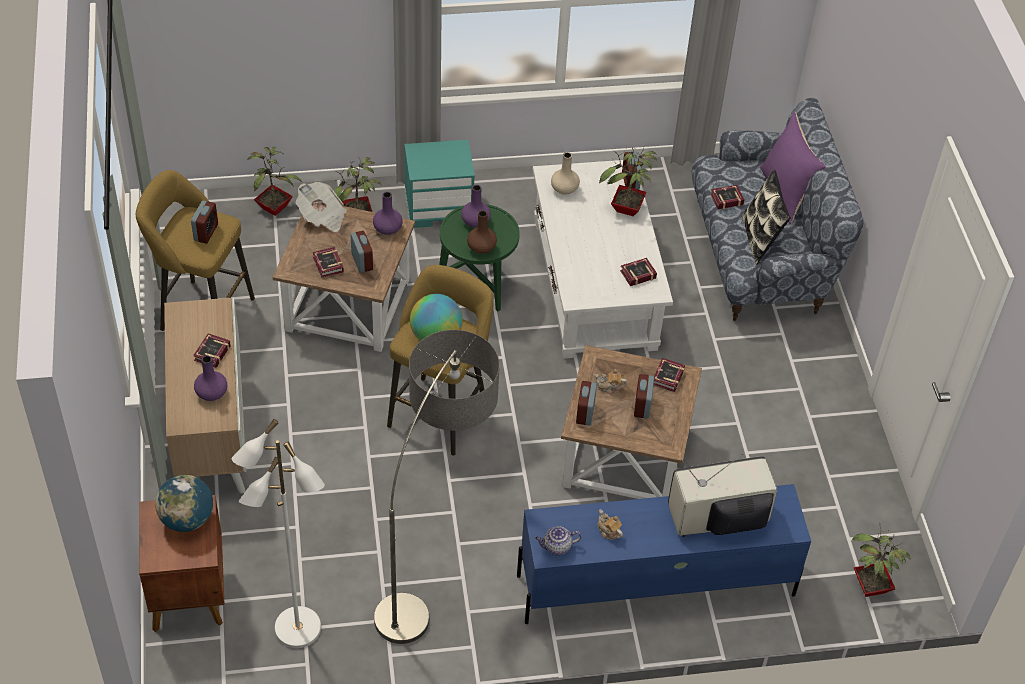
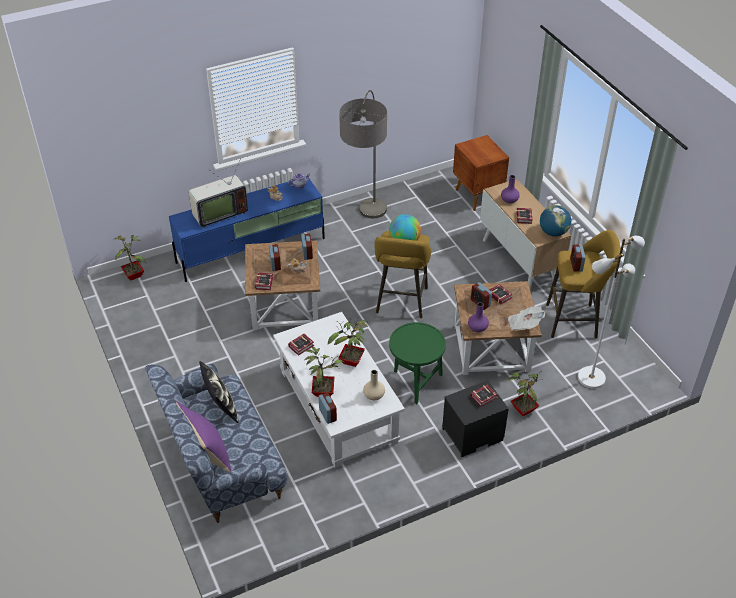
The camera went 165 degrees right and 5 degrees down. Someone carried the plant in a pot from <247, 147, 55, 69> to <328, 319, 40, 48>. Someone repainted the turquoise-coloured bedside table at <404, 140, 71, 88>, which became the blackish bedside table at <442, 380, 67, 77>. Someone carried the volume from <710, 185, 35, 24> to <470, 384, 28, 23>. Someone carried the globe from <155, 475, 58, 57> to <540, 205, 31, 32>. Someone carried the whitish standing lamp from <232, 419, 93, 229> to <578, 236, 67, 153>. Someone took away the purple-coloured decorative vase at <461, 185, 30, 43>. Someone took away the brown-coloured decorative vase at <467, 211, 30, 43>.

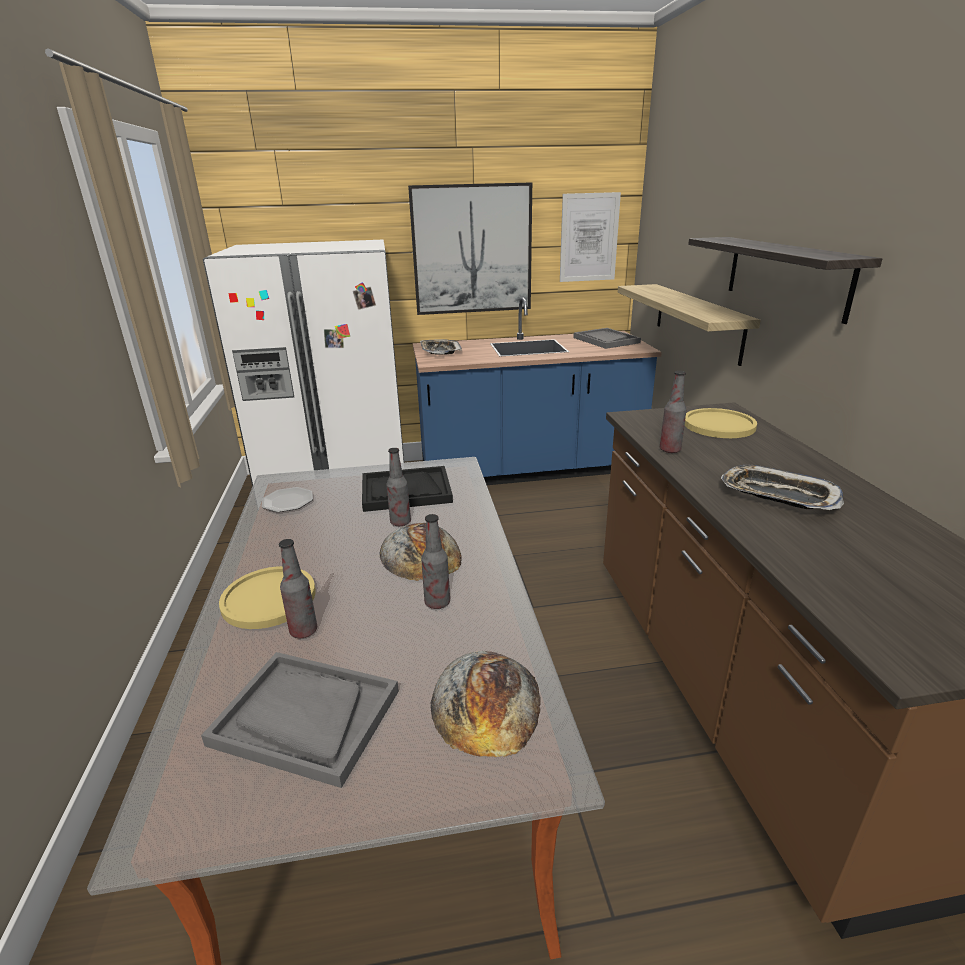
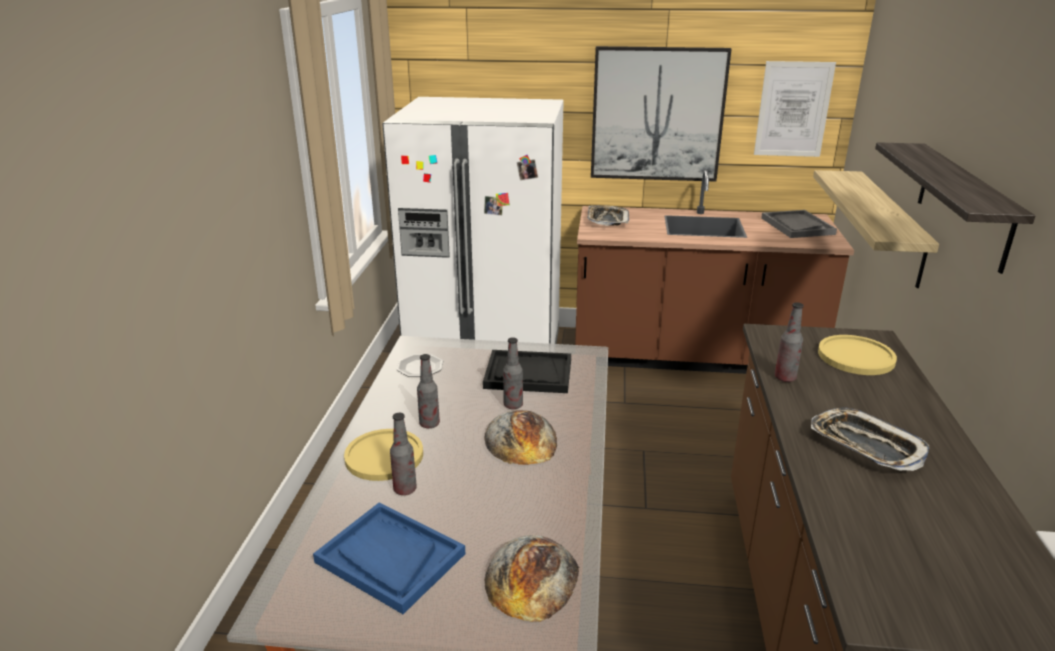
The camera went 15 degrees right and 0 degrees up. Someone repainted the grey serving tray at <201, 652, 198, 136>, which became the blue serving tray at <313, 503, 152, 111>. Someone carried the drink bottle from <421, 514, 29, 95> to <417, 354, 23, 74>. Someone repainted the blue kitchen counter at <413, 297, 249, 188>, which became the brown-coloured kitchen counter at <575, 170, 279, 204>.

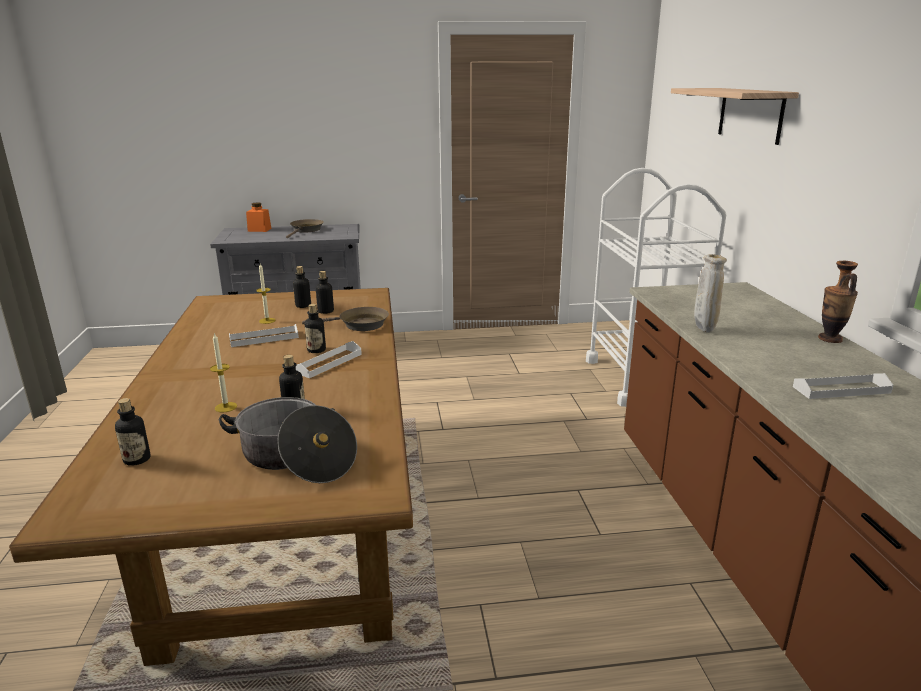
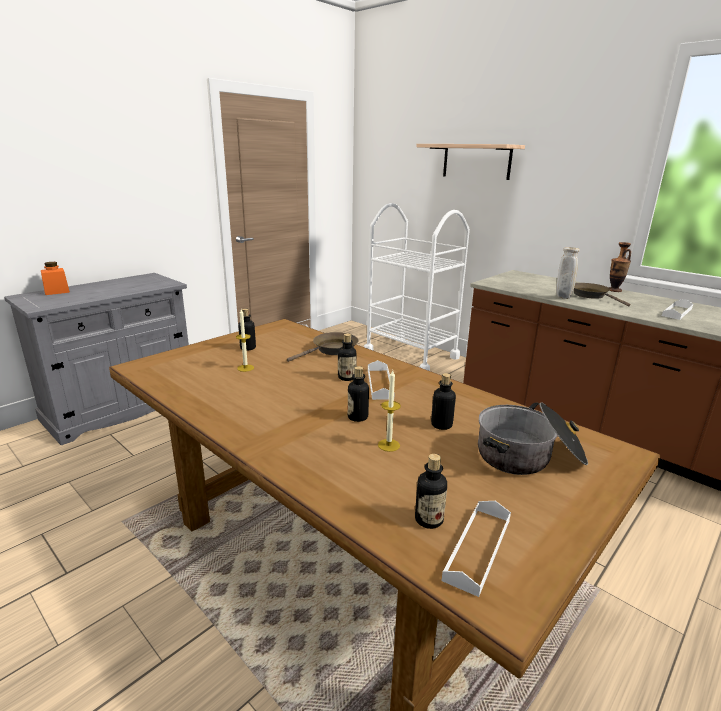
The camera went 40 degrees left and 0 degrees up. Someone carried the drink bottle from <316, 271, 18, 43> to <348, 366, 21, 56>. Someone carried the whitish serving tray from <229, 324, 70, 23> to <442, 501, 69, 96>. Someone carried the brown-coloured frying pan from <286, 219, 38, 19> to <574, 283, 56, 23>.

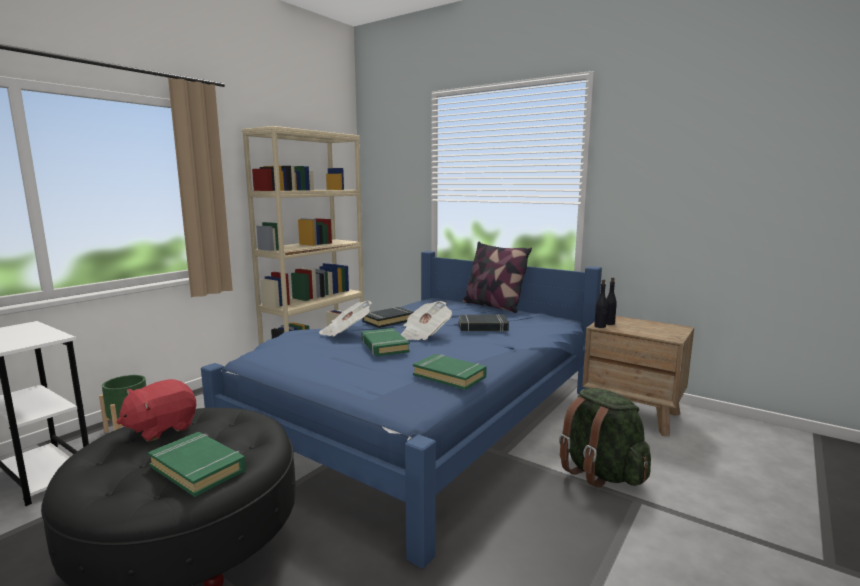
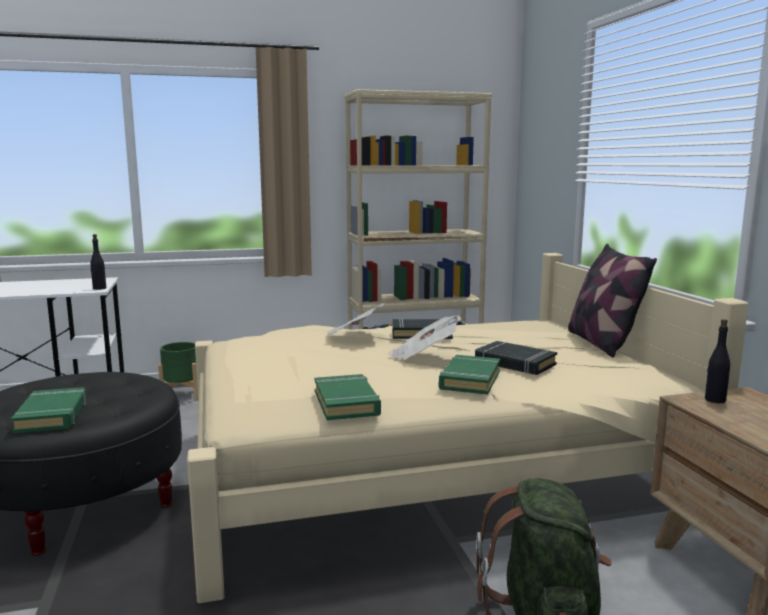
The camera went 40 degrees right and 0 degrees up. Someone carried the blackish drink bottle from <594, 280, 13, 48> to <91, 234, 15, 56>. Someone repainted the blue bedroom bed at <201, 251, 401, 318>, which became the beige bedroom bed at <187, 253, 561, 350>. Someone carried the green volume from <362, 328, 48, 28> to <439, 355, 61, 40>. Someone took away the red soft toy at <117, 379, 79, 63>.

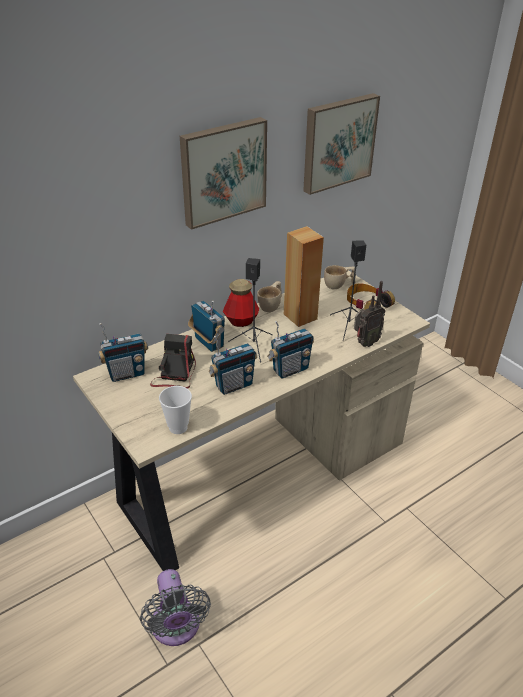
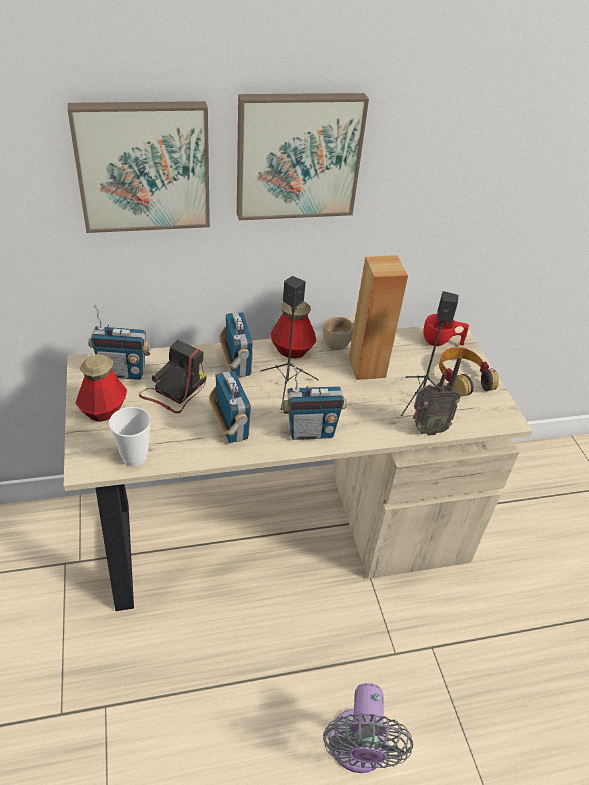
The camera went 20 degrees right and 5 degrees up. Someone carried the wall art from <303, 93, 77, 102> to <67, 101, 143, 132>. Someone put down the drink bottle at <75, 354, 52, 68>. Someone rotated the radio receiver at <209, 336, 48, 59> by 105 degrees counterclockwise. Someone carried the grey fan from <140, 569, 71, 77> to <323, 683, 90, 90>. Someone repainted the beige small cup at <324, 265, 32, 24>, which became the red small cup at <423, 314, 46, 32>.

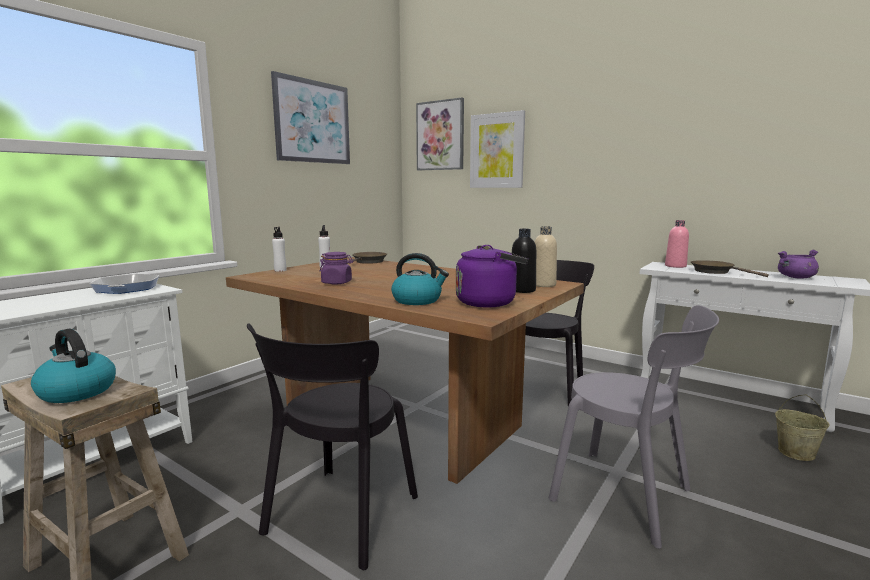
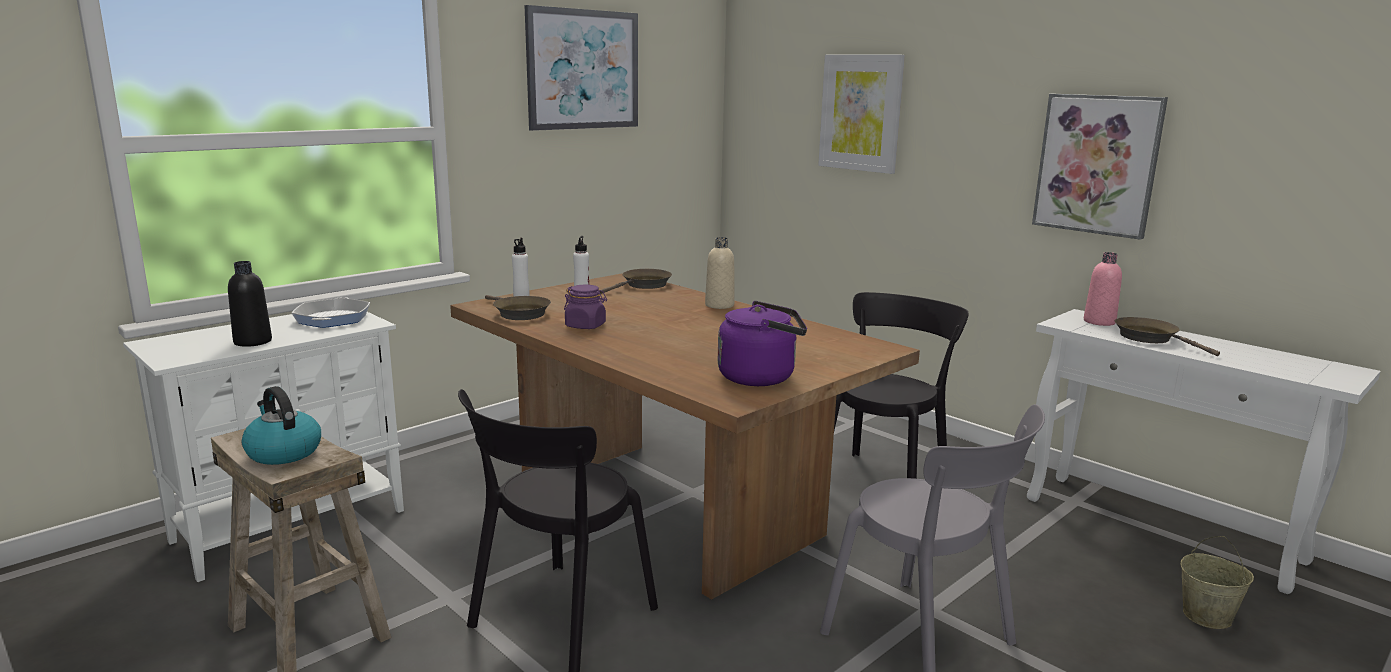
The camera went 10 degrees right and 5 degrees up. Someone carried the blackish drink bottle from <512, 229, 24, 64> to <228, 261, 44, 86>. Someone put down the brown-coloured frying pan at <485, 295, 66, 25>. Someone carried the beige drink bottle from <534, 226, 23, 61> to <705, 237, 30, 72>. Someone carried the wall art from <416, 97, 48, 73> to <1032, 94, 136, 146>. Someone took away the kettle at <391, 253, 58, 52>. Someone took away the purple-coloured cooking pot at <778, 249, 41, 30>.

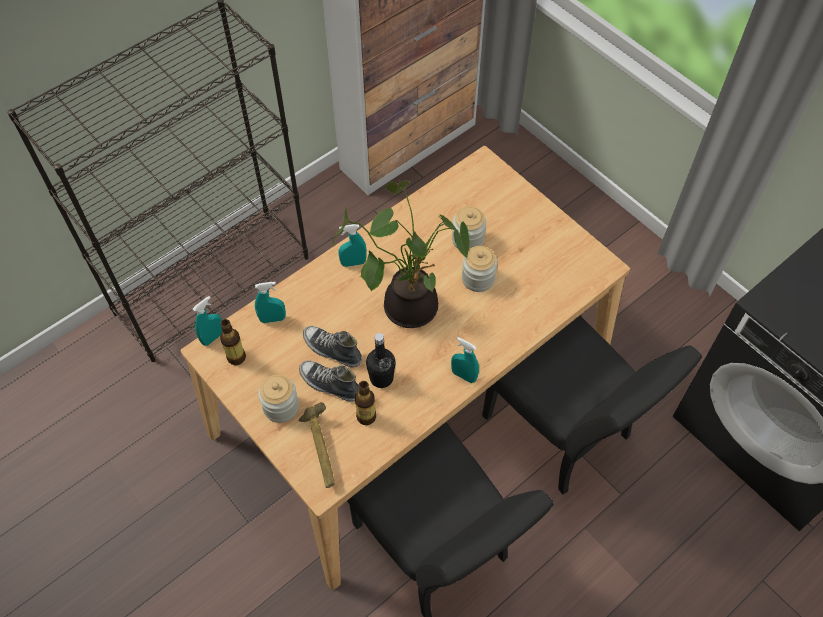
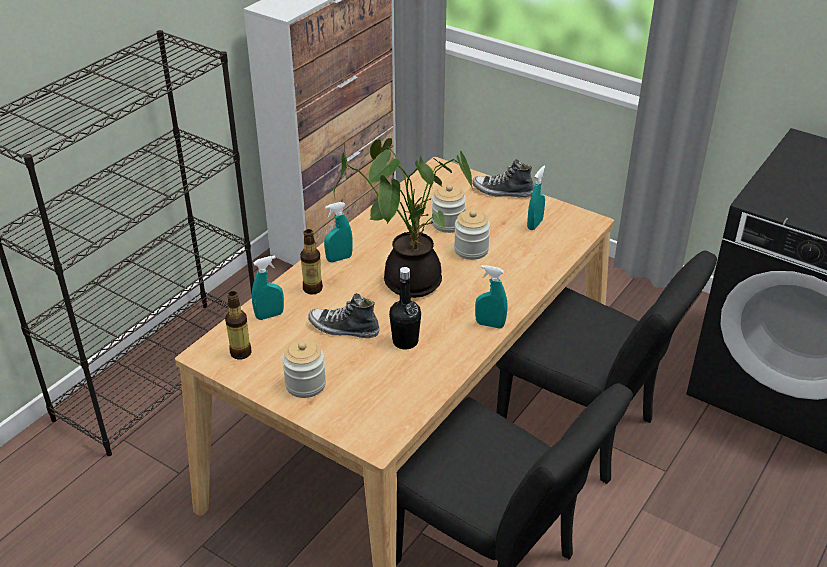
The camera went 15 degrees left and 20 degrees down. Someone carried the drink bottle from <355, 381, 21, 44> to <300, 229, 23, 66>. Someone carried the item of footwear from <299, 360, 60, 42> to <472, 159, 62, 39>. Someone carried the turquoise-coloured spray bottle from <193, 296, 29, 50> to <527, 166, 19, 64>. Someone took away the tool hammer at <298, 402, 37, 86>.

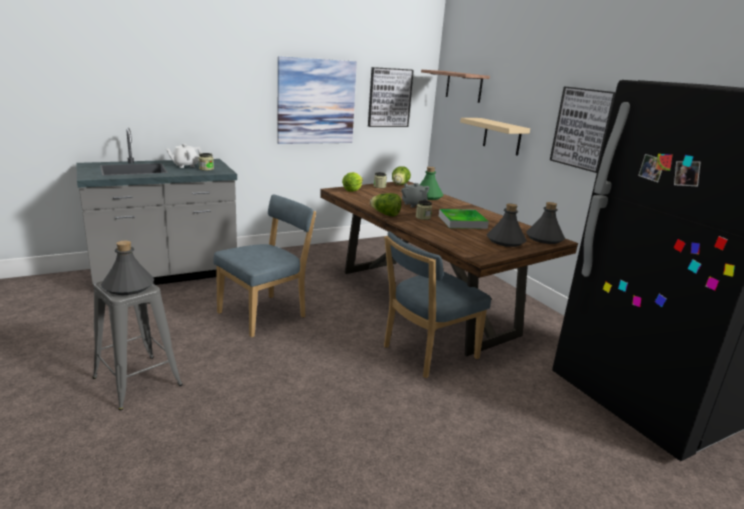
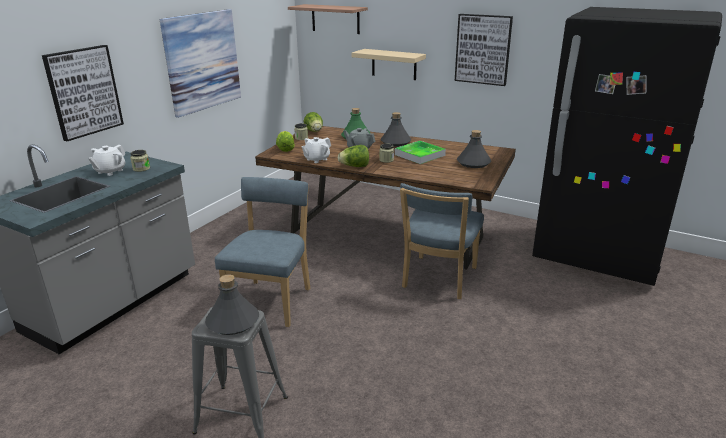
The camera went 30 degrees left and 5 degrees up. Someone carried the wall art from <368, 67, 46, 60> to <42, 45, 82, 96>. Someone put down the whitish pot for tea at <301, 137, 30, 26>. Someone carried the grey drink bottle from <526, 202, 39, 42> to <381, 112, 30, 35>.

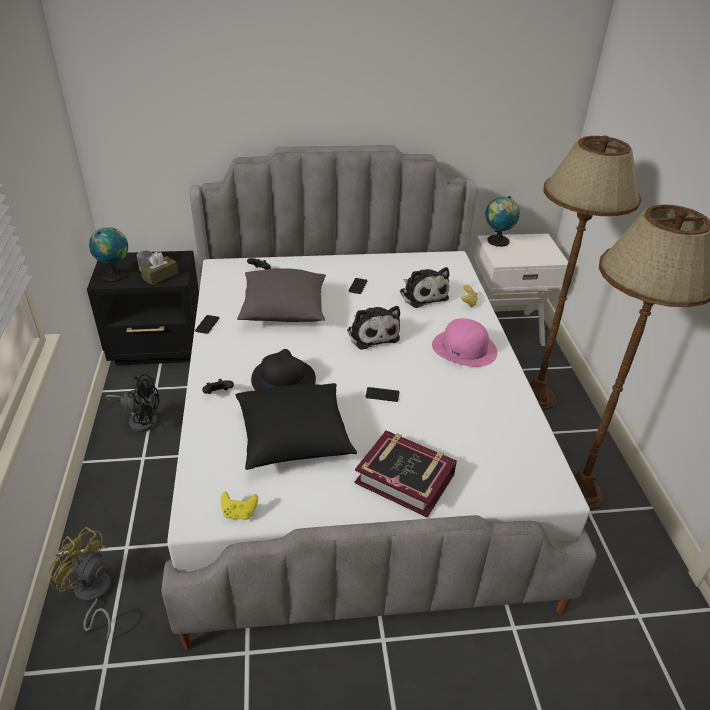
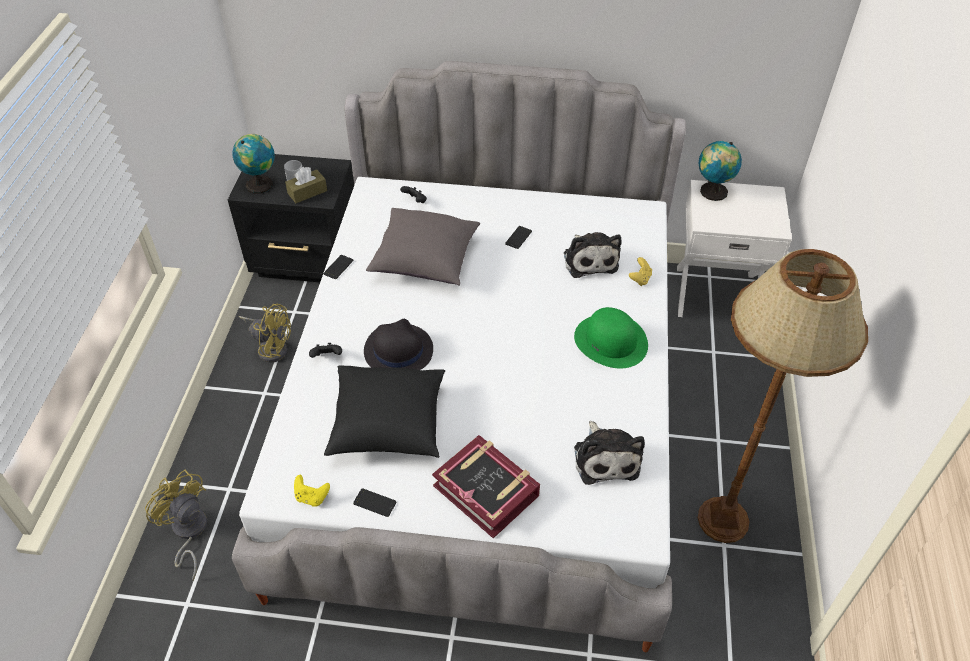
The camera went 15 degrees right and 10 degrees up. Someone repainted the blackish fan at <106, 374, 53, 58>, which became the yellow-coloured fan at <239, 304, 52, 59>. Someone carried the phone from <365, 387, 34, 15> to <353, 489, 43, 28>. Someone repainted the pinkish clothing hat at <432, 318, 65, 49>, which became the green clothing hat at <574, 307, 74, 61>. Someone carried the soft toy from <347, 306, 53, 44> to <574, 421, 71, 64>. Someone took away the brown-coloured standing lamp at <530, 135, 111, 275>.

